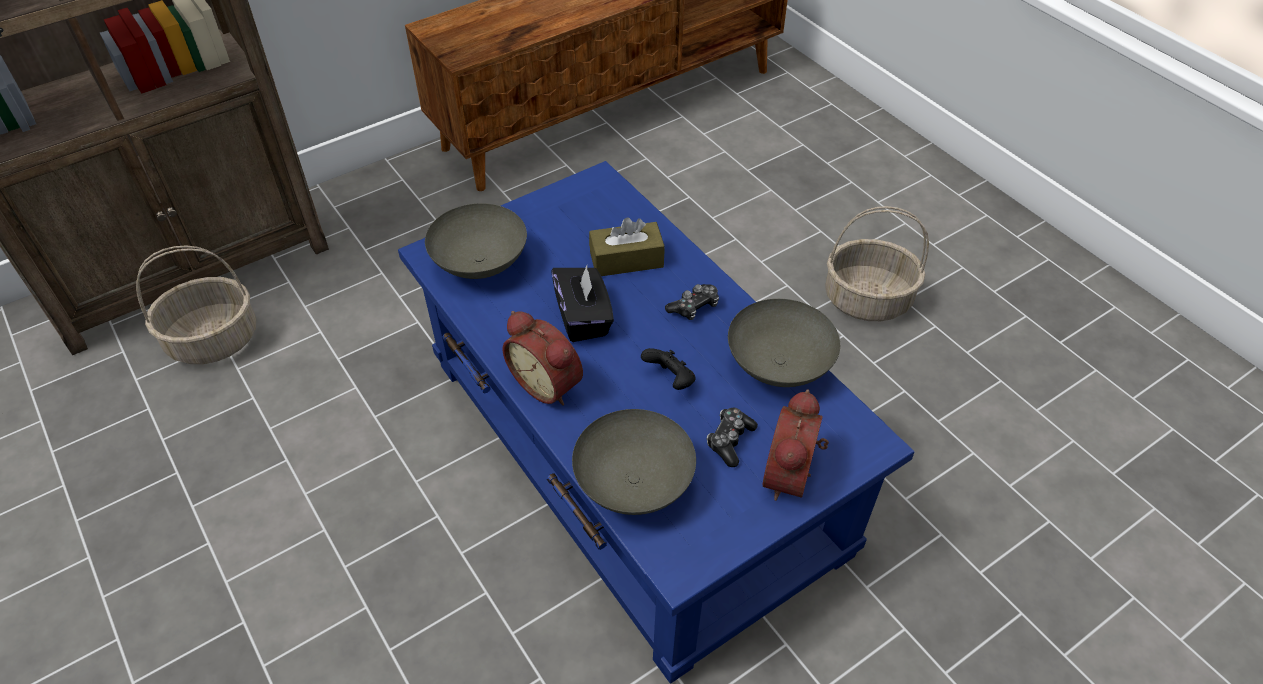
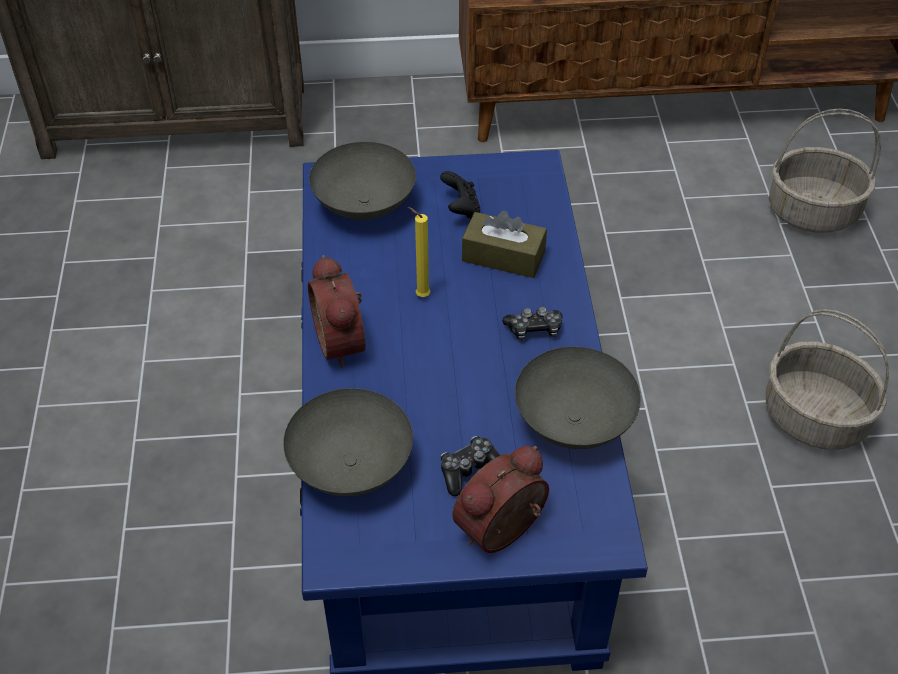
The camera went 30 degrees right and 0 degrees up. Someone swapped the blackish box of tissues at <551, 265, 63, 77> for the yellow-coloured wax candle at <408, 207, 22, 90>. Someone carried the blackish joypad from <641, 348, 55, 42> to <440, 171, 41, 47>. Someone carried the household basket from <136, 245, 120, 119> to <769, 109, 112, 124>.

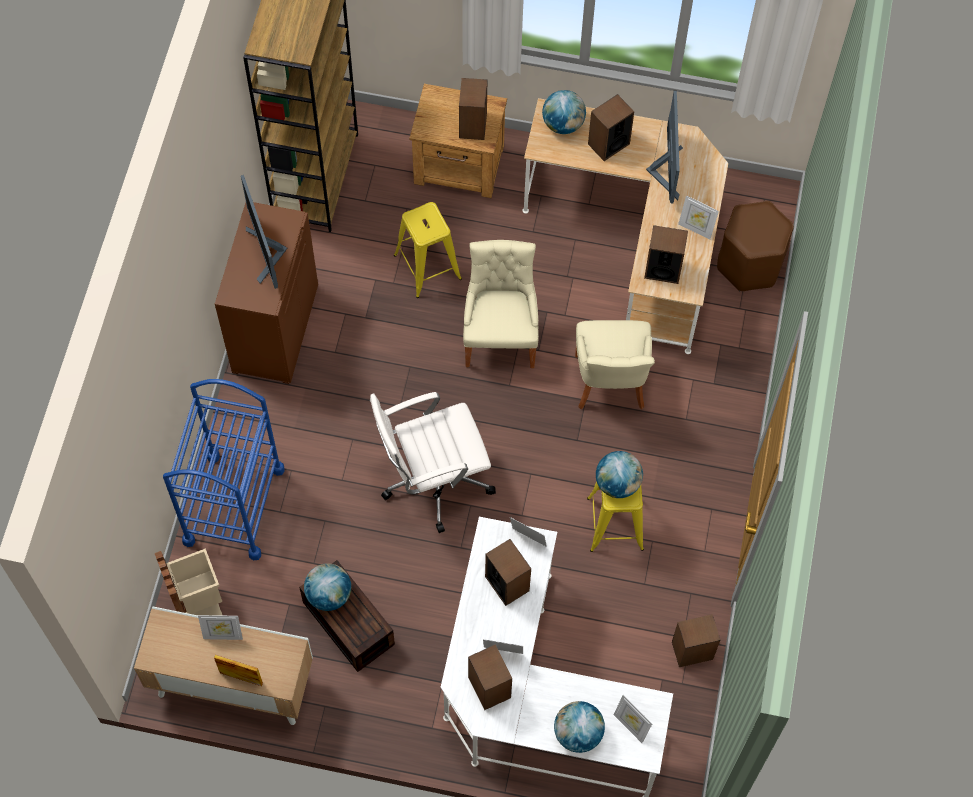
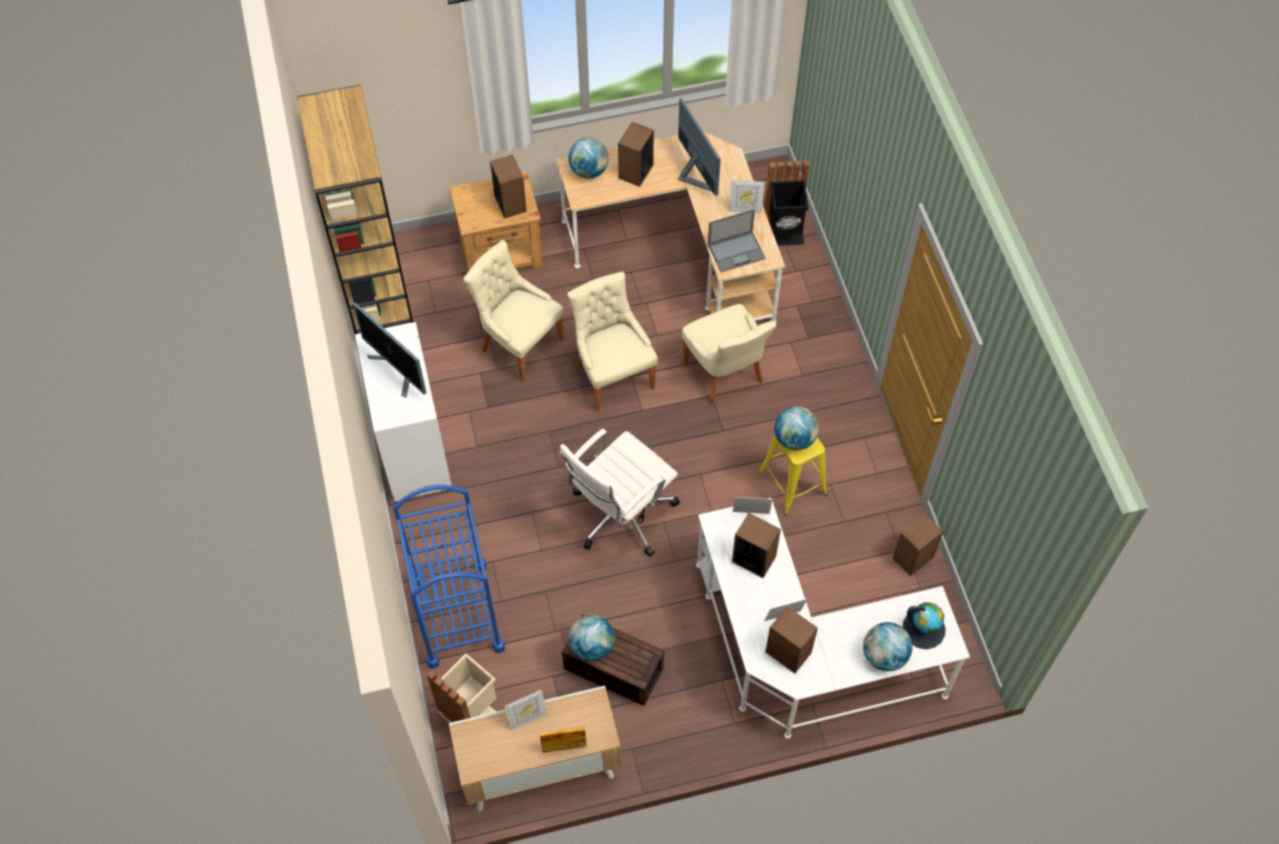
The camera went 25 degrees left and 5 degrees down. Someone repainted the brown-coloured cabinet at <215, 202, 103, 182>, which became the whitish cabinet at <355, 322, 97, 181>. Someone swapped the yellow-coloured stool at <394, 202, 68, 96> for the beige chair at <463, 240, 101, 141>. Someone swapped the speaker at <644, 225, 44, 59> for the portable computer at <708, 209, 58, 63>. Someone swapped the brown-coloured stool at <717, 201, 77, 90> for the blackish waste bin at <764, 161, 45, 85>. Someone swapped the photo frame at <613, 695, 39, 48> for the globe at <903, 602, 43, 47>.

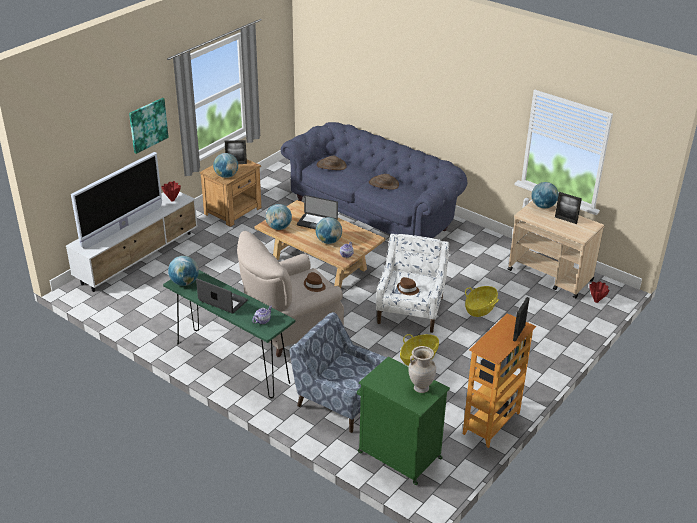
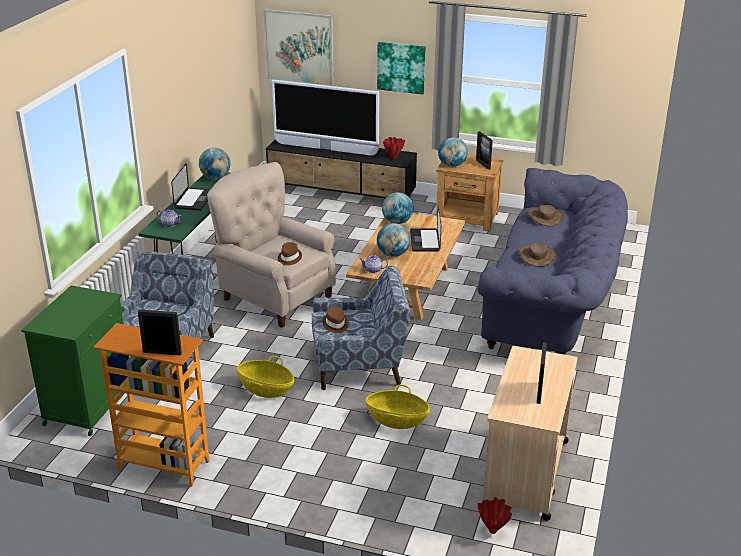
The camera went 70 degrees right and 5 degrees down. Someone put up the wall art at <264, 9, 70, 77>. Someone repainted the whitish tv unit at <66, 192, 132, 100>, which became the blackish tv unit at <266, 139, 151, 59>. Someone repainted the whitish armchair at <376, 233, 73, 100>, which became the blue armchair at <311, 266, 100, 124>. Someone took away the beige decorative vase at <408, 346, 28, 47>. Someone took away the globe at <531, 182, 27, 26>.

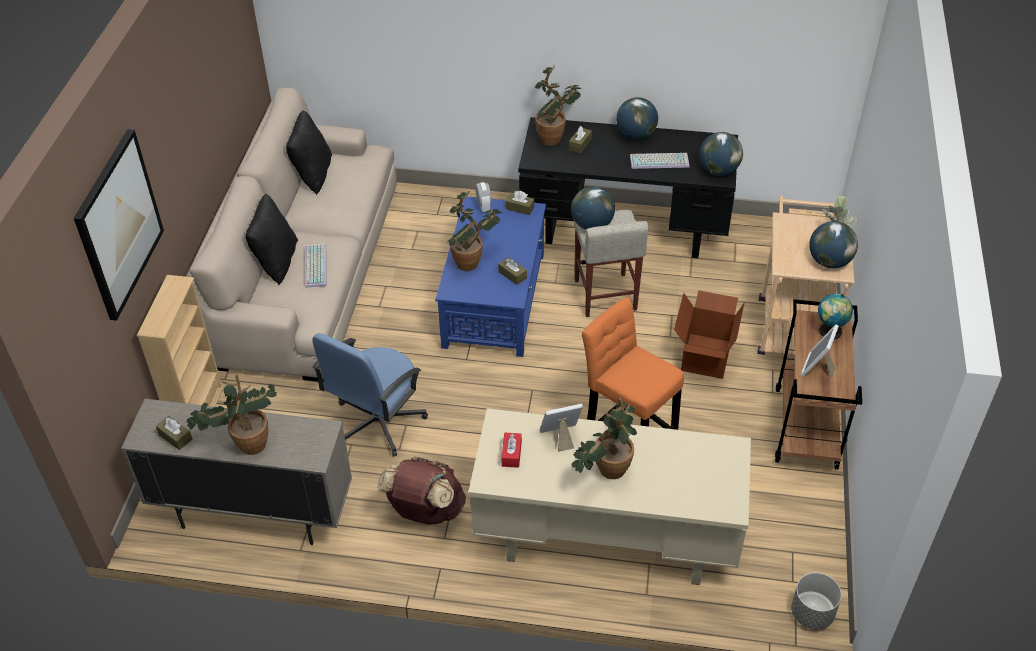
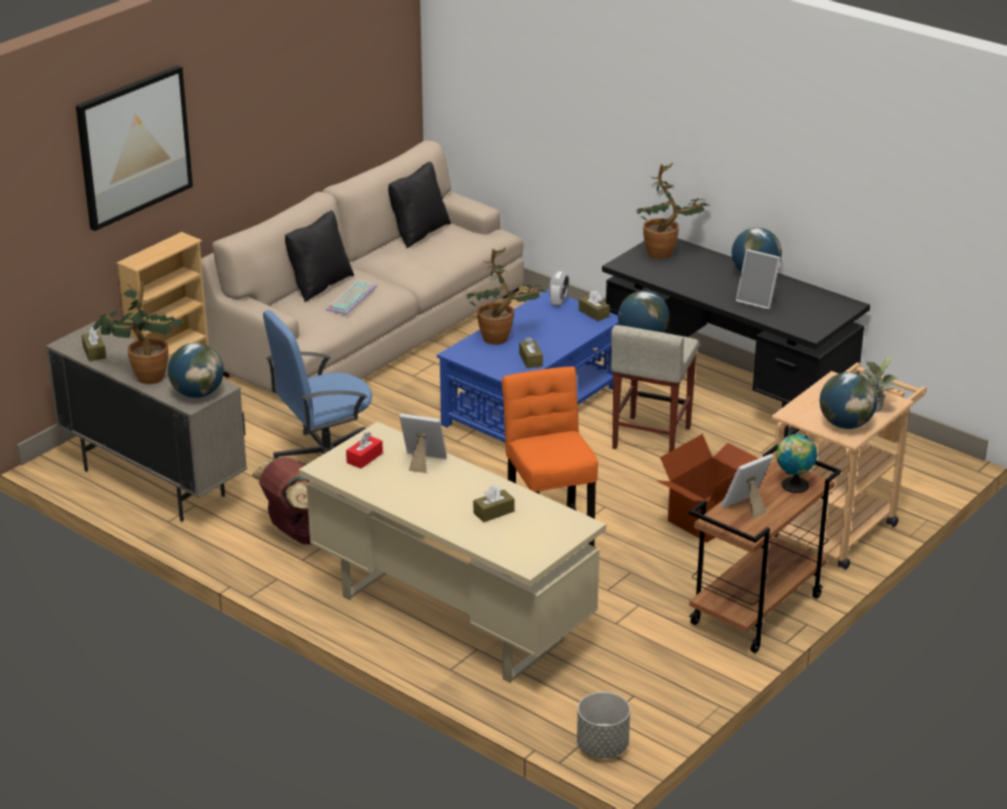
The camera went 30 degrees right and 15 degrees down. Someone carried the globe from <699, 132, 44, 44> to <168, 343, 56, 55>. Someone carried the brown-coloured box of tissues from <569, 126, 23, 27> to <473, 485, 42, 38>. Someone swapped the computer keyboard at <630, 153, 60, 16> for the photo frame at <736, 249, 45, 61>. Someone took away the plant in a pot at <571, 398, 66, 81>.

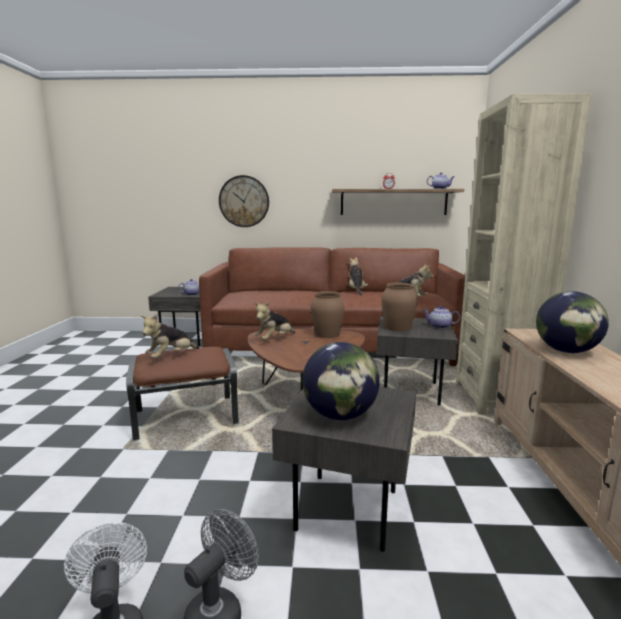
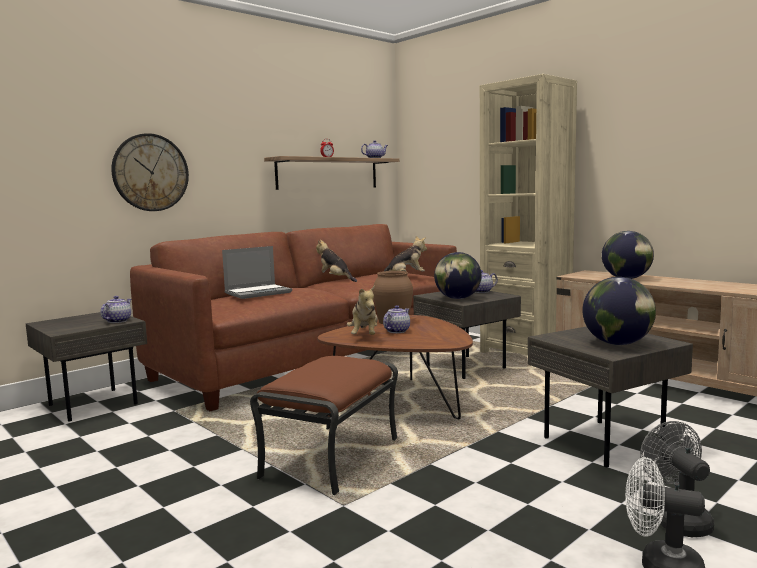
The camera went 45 degrees left and 5 degrees down. Someone put down the portable computer at <222, 246, 70, 53>. Someone put down the pot for tea at <383, 305, 27, 28>. Someone swapped the brown-coloured decorative vase at <381, 283, 37, 48> for the globe at <434, 252, 48, 47>. Someone took away the soft toy at <141, 315, 58, 43>.

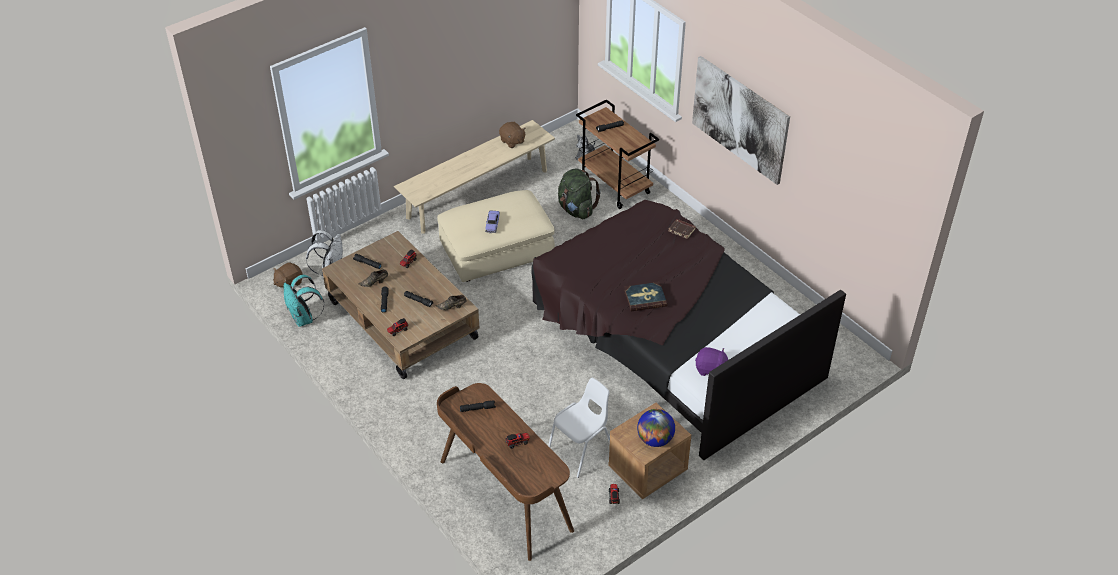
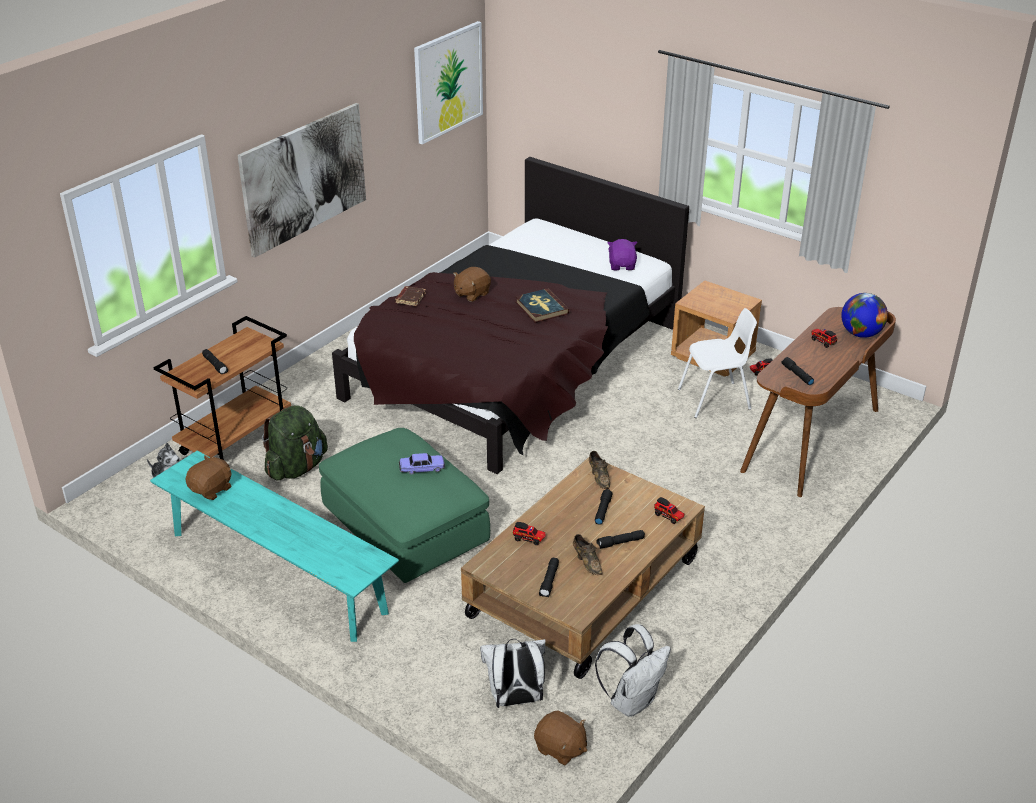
The camera went 105 degrees left and 10 degrees down. Someone repainted the beige bench at <394, 120, 161, 114>, which became the turquoise-coloured bench at <150, 451, 249, 191>. Someone repainted the beige footrest at <437, 190, 118, 92>, which became the green footrest at <319, 428, 171, 155>. Someone put up the wall art at <414, 21, 69, 124>. Someone put down the brown-coloured soft toy at <453, 267, 38, 35>. Someone repainted the turquoise-coloured knapsack at <284, 275, 40, 52>, which became the whitish knapsack at <595, 624, 76, 93>. Someone rotated the whitish chair at <548, 378, 62, 100> by 135 degrees clockwise. Someone carried the globe from <637, 409, 38, 38> to <841, 293, 47, 45>.

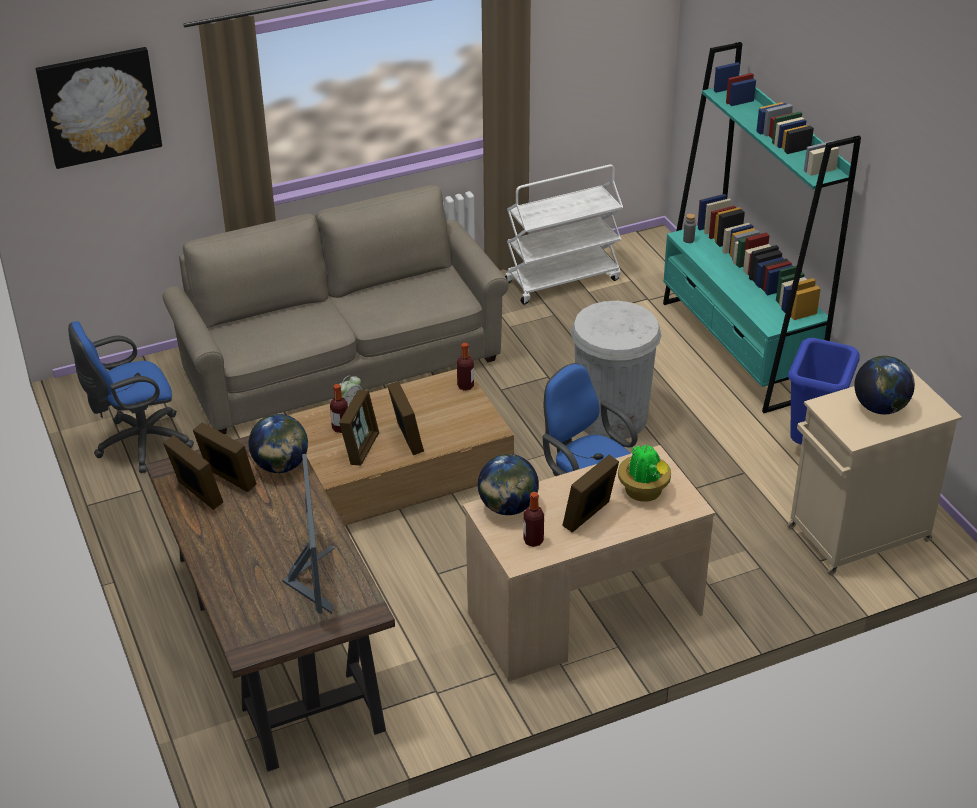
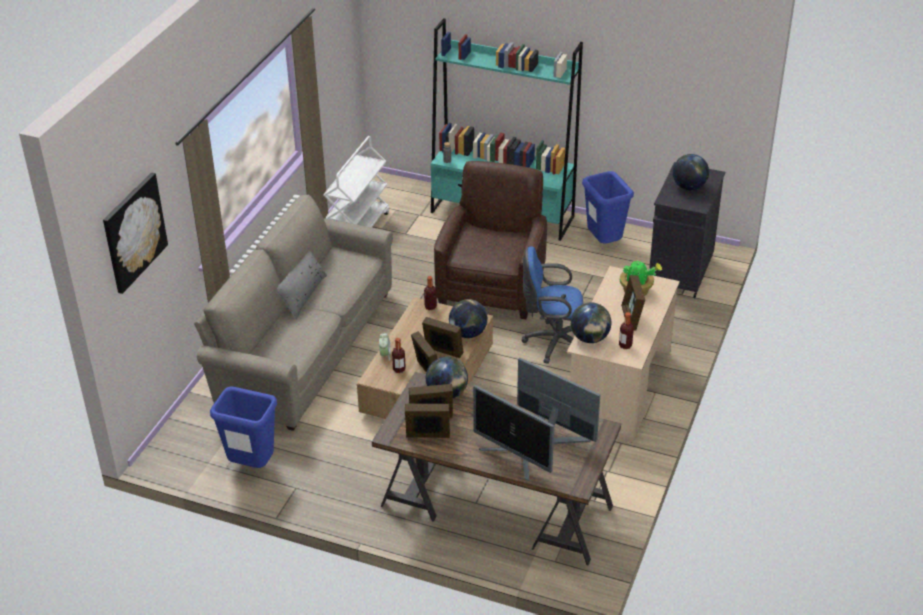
The camera went 45 degrees left and 0 degrees up. Someone swapped the blue office chair at <68, 321, 126, 152> for the blue waste bin at <210, 386, 67, 82>. Someone put down the grey cushion at <277, 250, 50, 70>. Someone swapped the whitish waste bin at <571, 301, 91, 138> for the brown-coloured armchair at <434, 161, 113, 158>. Someone put down the globe at <449, 299, 39, 39>. Someone put down the computer screen at <473, 385, 81, 96>. Someone repainted the beige cabinet at <787, 369, 175, 206>, which became the blackish cabinet at <649, 162, 76, 136>.

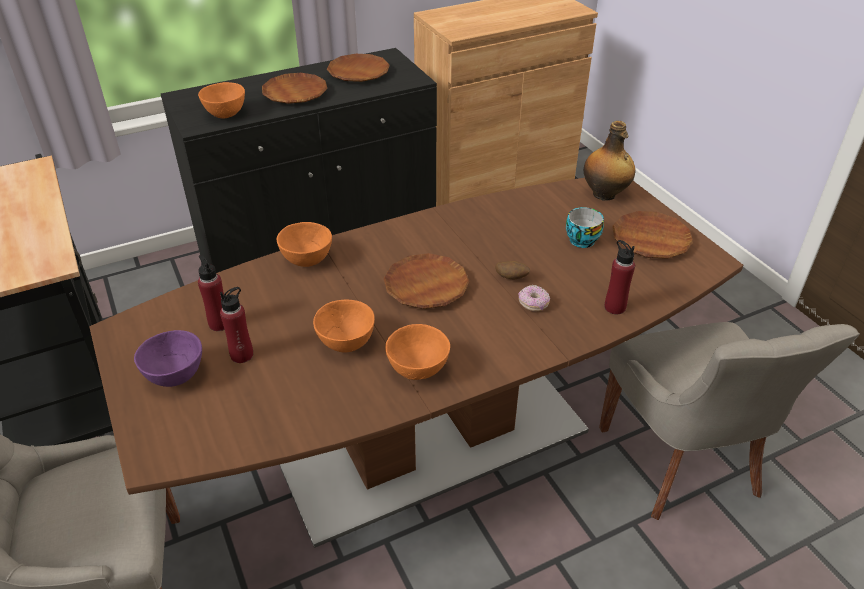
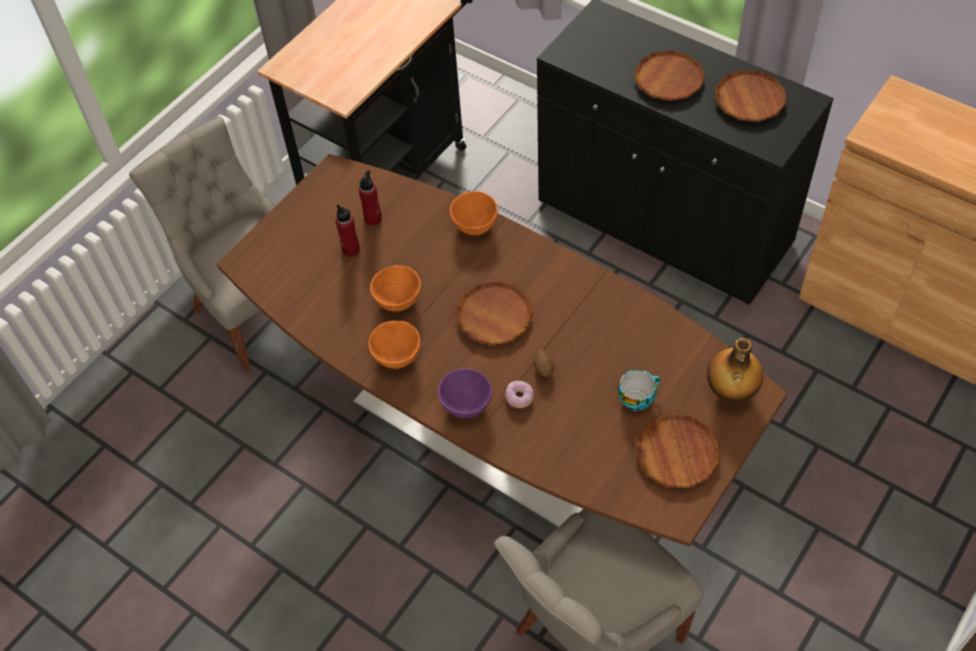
The camera went 65 degrees right and 15 degrees up. Someone carried the purple-coloured deep dish from <134, 330, 68, 57> to <438, 368, 54, 50>. Someone took away the orange-coloured deep dish at <198, 82, 47, 36>. Someone took away the red drink bottle at <605, 240, 30, 75>.

